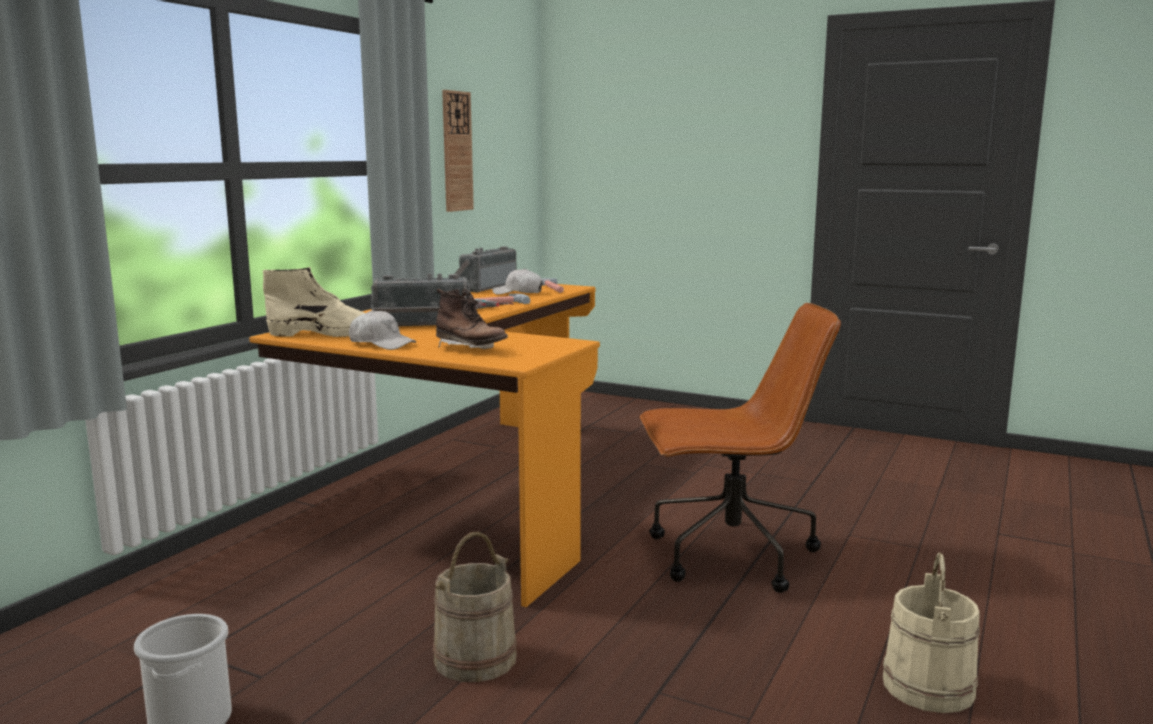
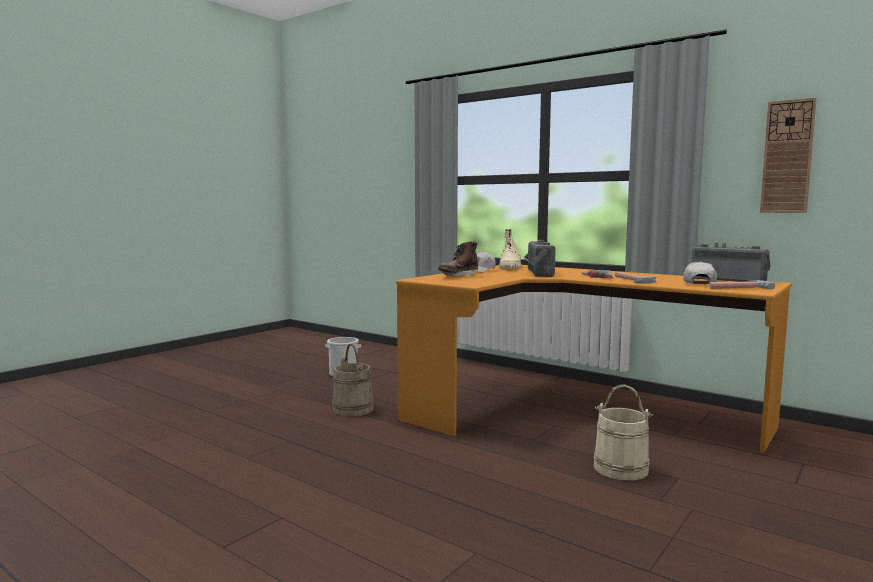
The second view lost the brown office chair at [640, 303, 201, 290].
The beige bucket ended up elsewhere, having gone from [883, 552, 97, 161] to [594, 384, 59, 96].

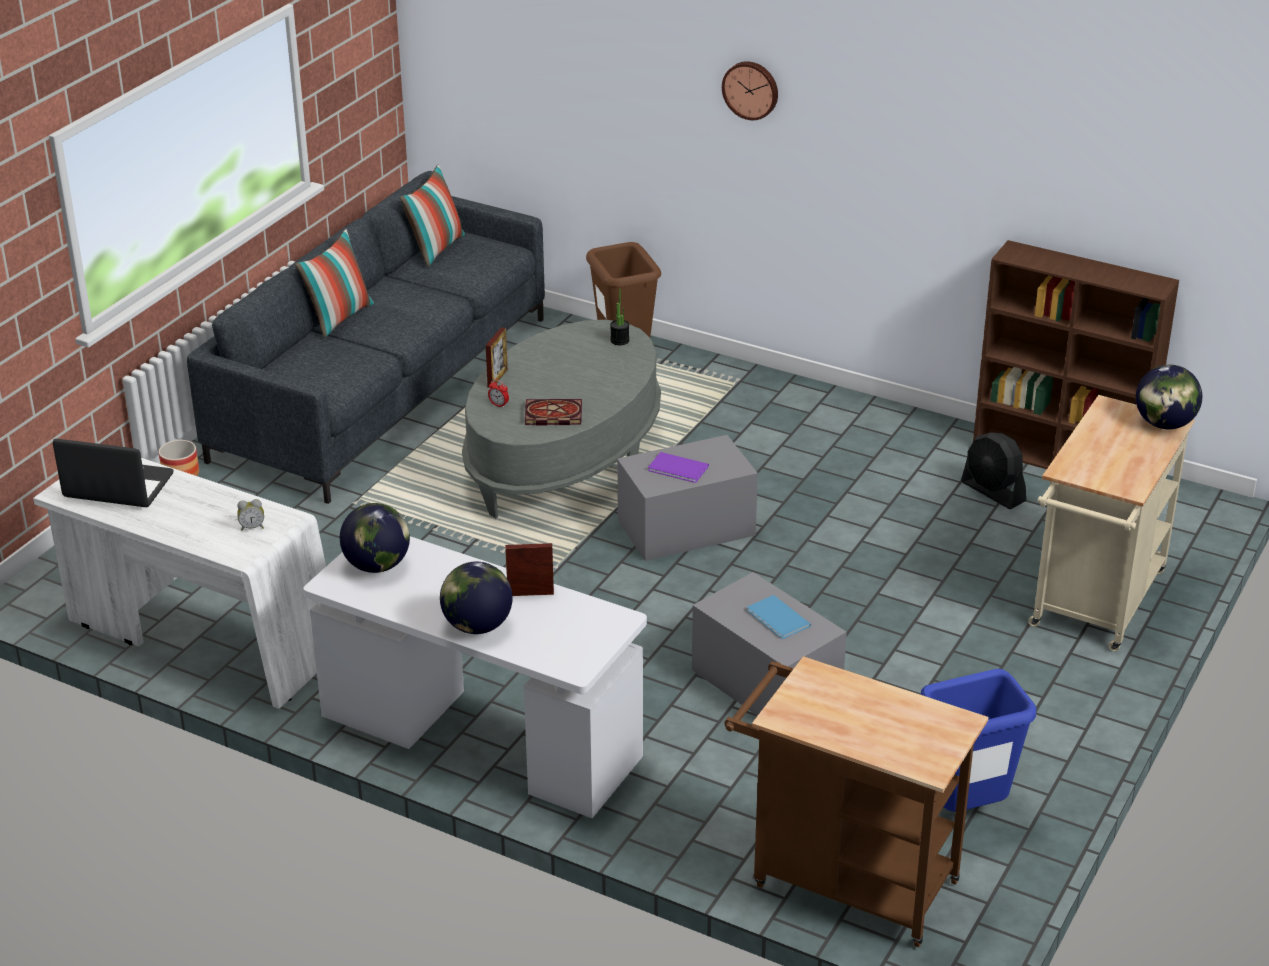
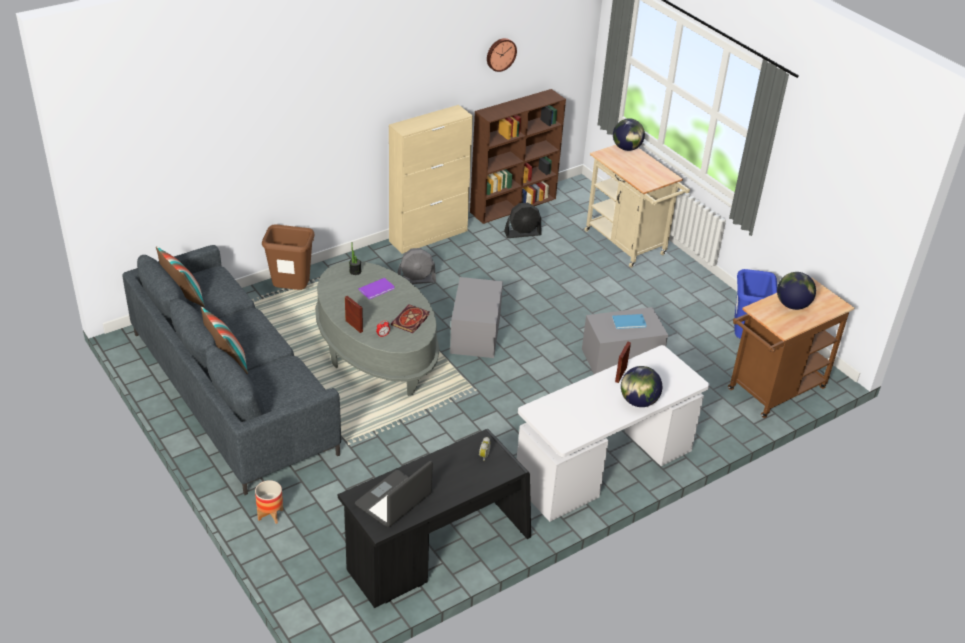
The second view gained the beige cabinet at [389, 105, 84, 149].
The second view gained the grey fan at [397, 248, 39, 36].
The globe ended up elsewhere, having gone from [340, 503, 70, 70] to [777, 272, 39, 38].
The purple book ended up elsewhere, having gone from [648, 452, 61, 31] to [359, 278, 36, 21].
The wall clock ended up elsewhere, having gone from [722, 61, 56, 59] to [487, 38, 30, 34].
What was the white desk at [33, 458, 293, 251] turned into the black desk at [338, 429, 193, 179].

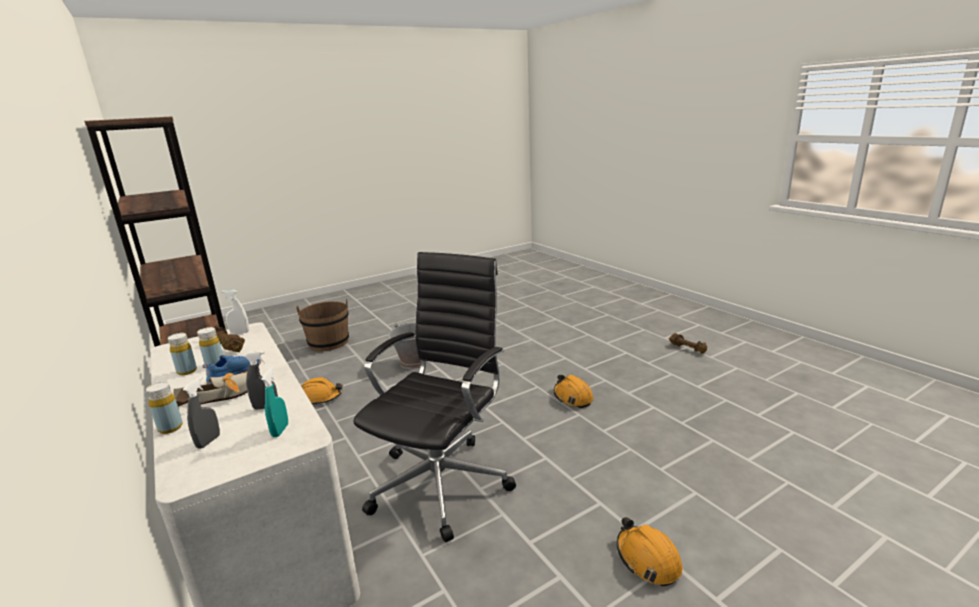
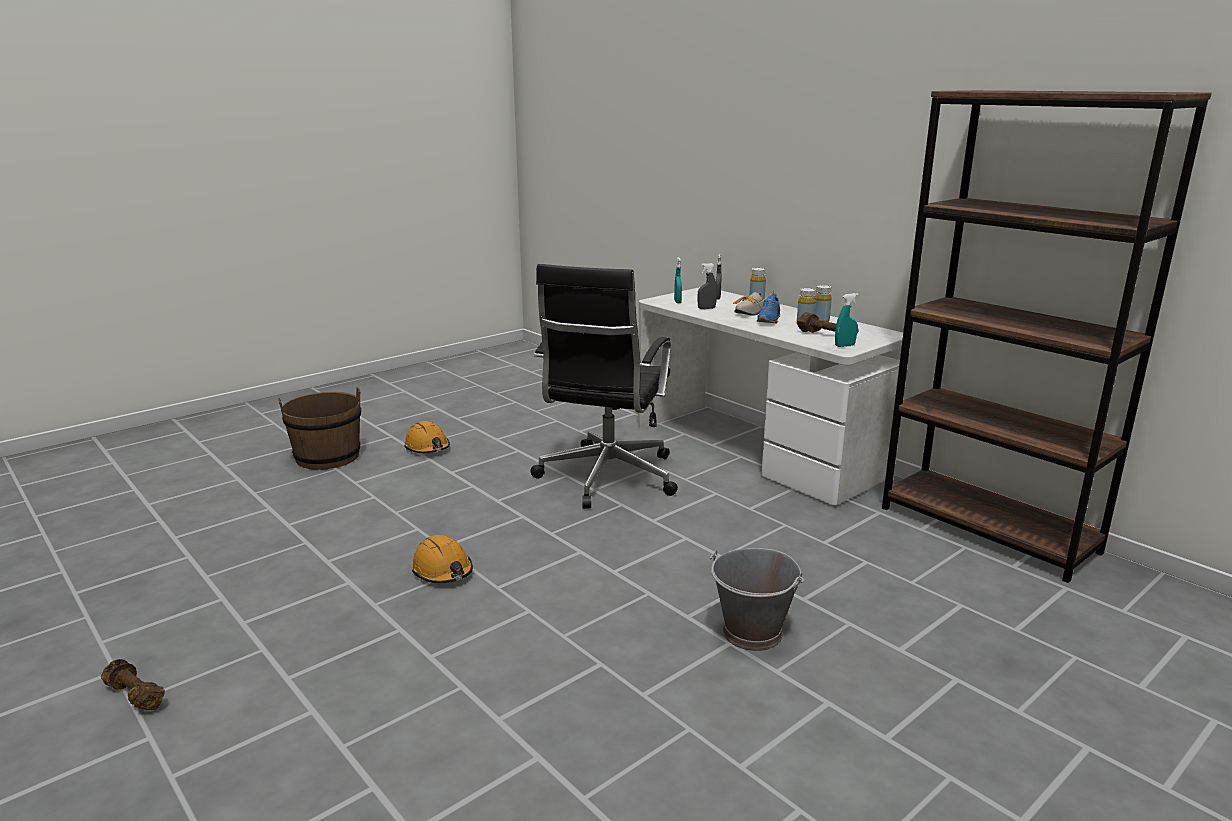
The second view lost the orange hard hat at [301, 378, 42, 27].
The brown bucket ended up elsewhere, having gone from [296, 299, 53, 52] to [278, 387, 83, 83].
What was the white spray bottle at [222, 290, 27, 44] turned into the turquoise spray bottle at [835, 293, 24, 54].

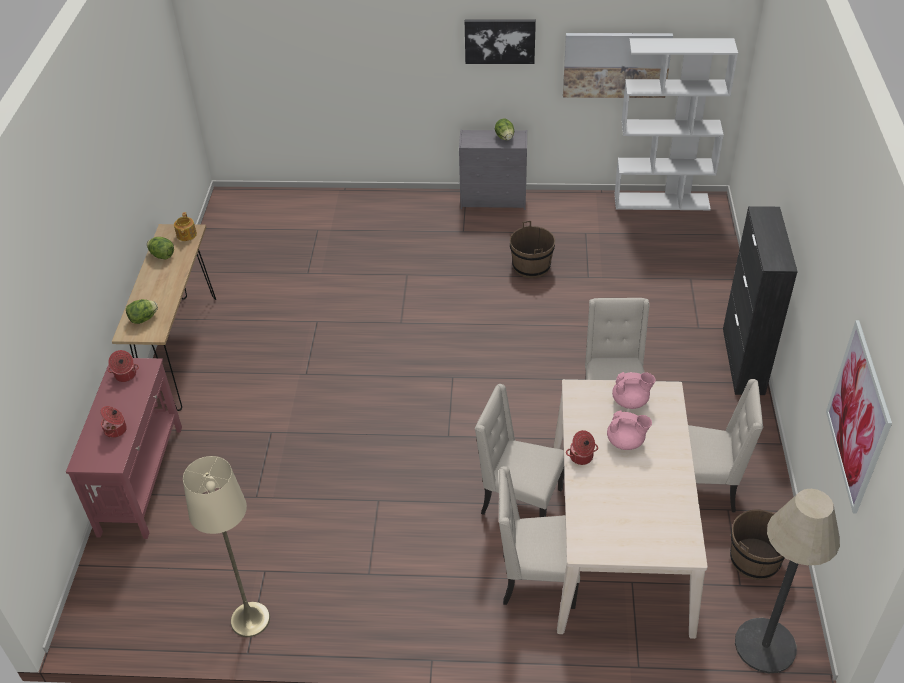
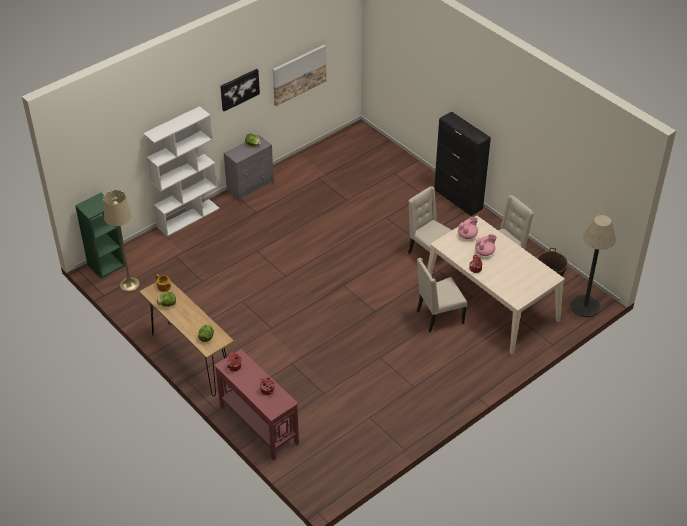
The second view lost the beige chair at [499, 466, 81, 143].
The second view lost the brown bucket at [510, 221, 45, 57].
The second view lost the picture at [826, 320, 66, 194].
The second view gained the green bookcase at [75, 193, 50, 86].
The beige floor lamp ended up elsewhere, having gone from [183, 456, 87, 181] to [103, 190, 37, 102].
The white bookcase ended up elsewhere, having gone from [614, 38, 124, 172] to [143, 106, 77, 131].

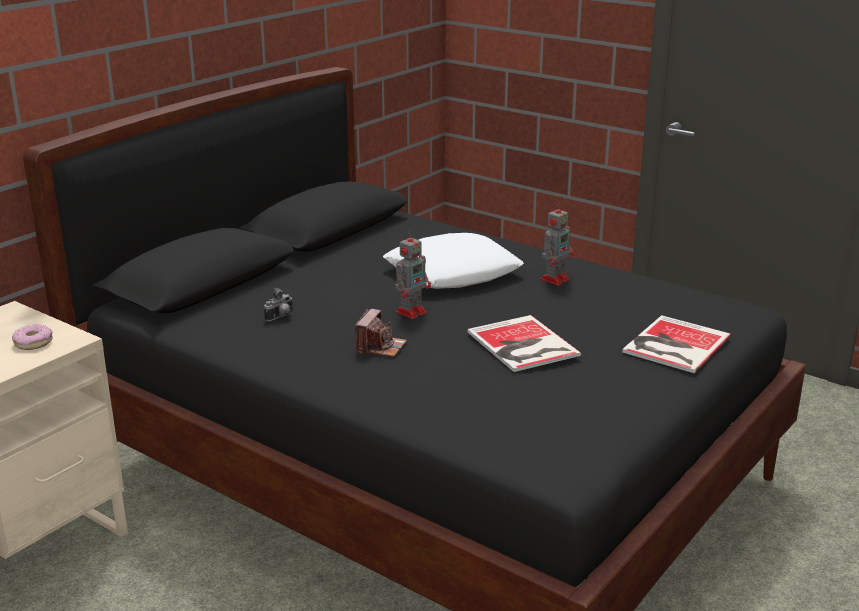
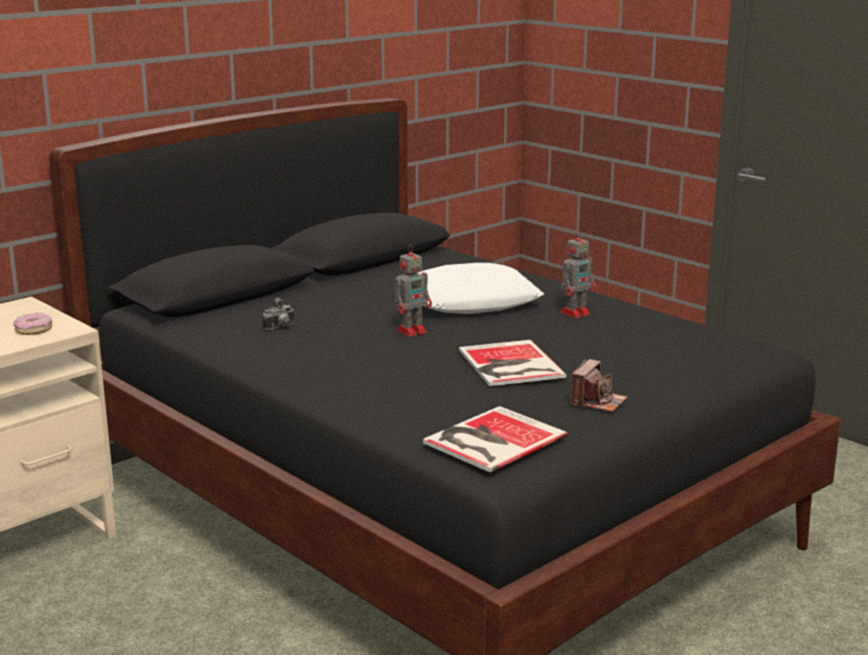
The photo camera ended up elsewhere, having gone from [355, 309, 52, 48] to [570, 359, 57, 53].
The book ended up elsewhere, having gone from [622, 315, 109, 58] to [423, 406, 145, 66].

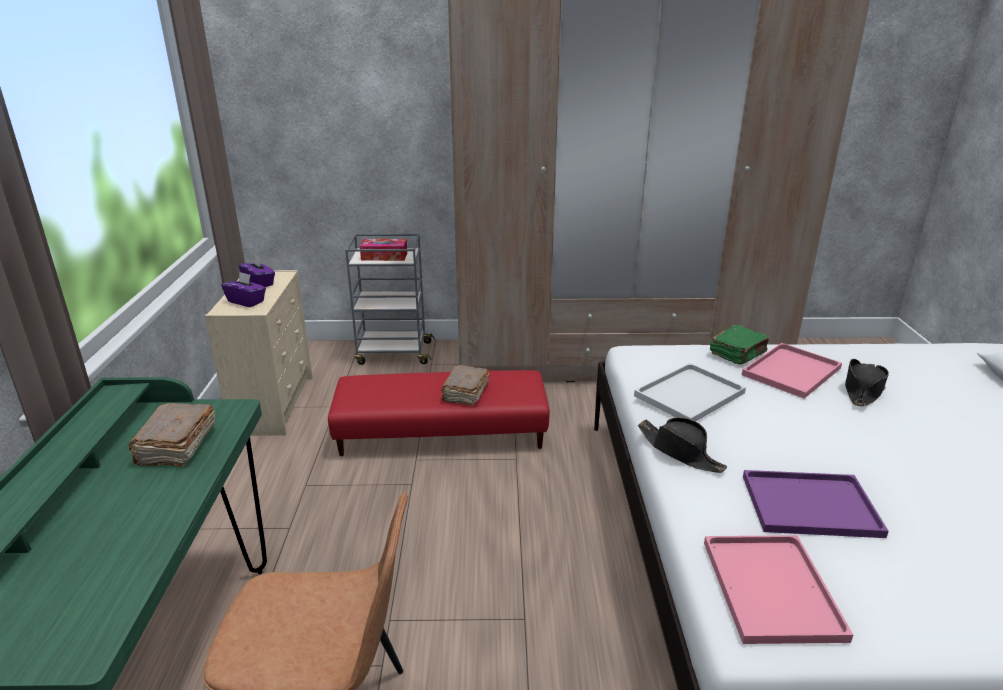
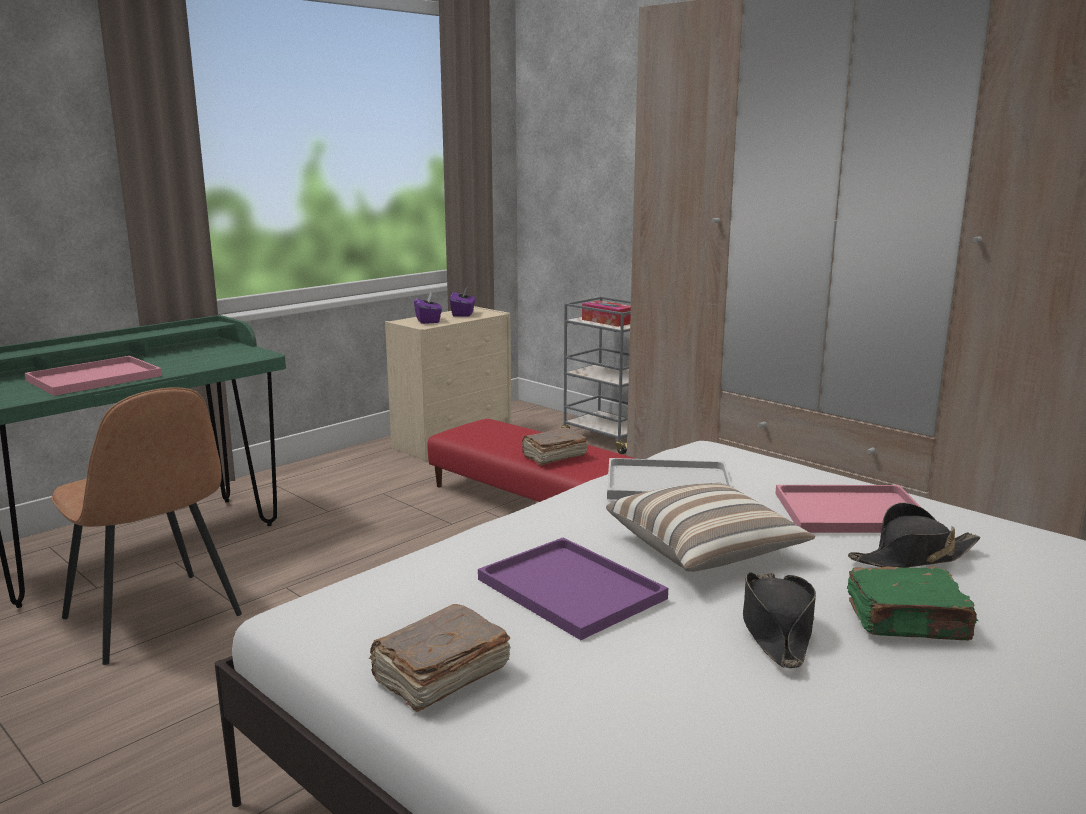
The second view gained the pillow at [606, 483, 209, 89].
The brown book ended up elsewhere, having gone from [129, 403, 86, 64] to [369, 604, 142, 108].
The black hat ended up elsewhere, having gone from [638, 417, 89, 56] to [743, 572, 73, 96].
The pink tray ended up elsewhere, having gone from [704, 535, 149, 109] to [25, 356, 137, 40].
The green book ended up elsewhere, having gone from [710, 325, 59, 39] to [847, 567, 131, 74].

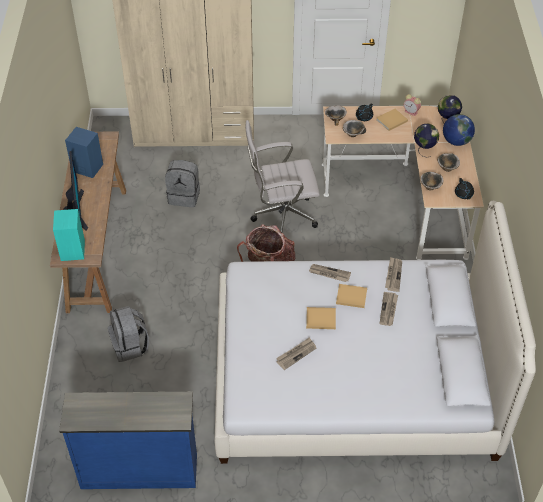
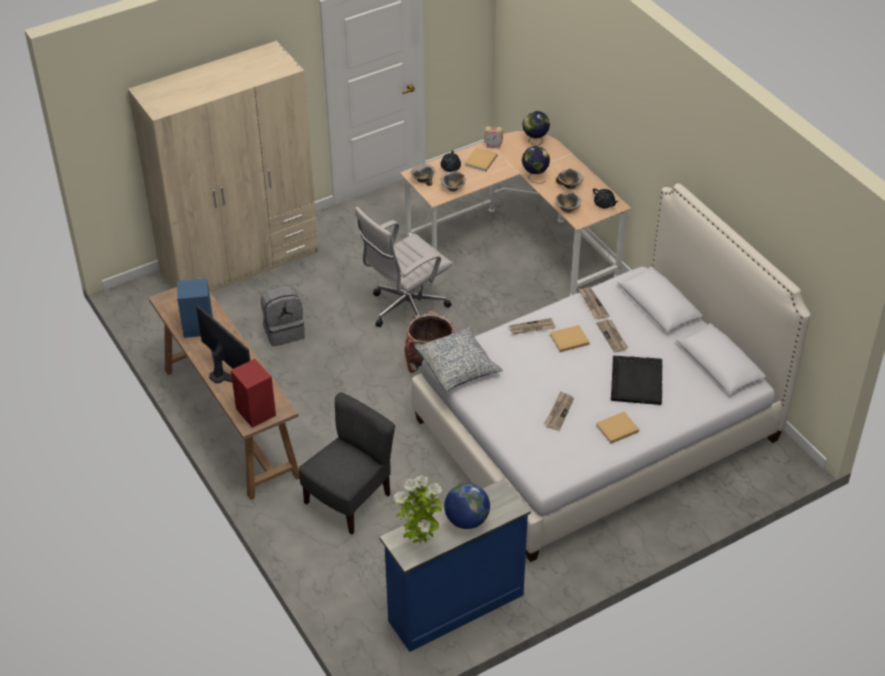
The second view gained the potted plant at [393, 475, 49, 69].
The second view gained the pillow at [414, 326, 89, 66].
The second view gained the black tray at [611, 356, 51, 49].
The beige book ended up elsewhere, having gone from [306, 307, 30, 22] to [596, 412, 43, 32].
The globe ended up elsewhere, having gone from [443, 114, 32, 32] to [444, 483, 46, 46].
Where the grey backpack stood at [108, 306, 41, 56], the grey chair came to stand at [299, 392, 96, 142].
What was the turquoise speaker at [53, 209, 32, 52] turned into the red speaker at [231, 359, 45, 69].

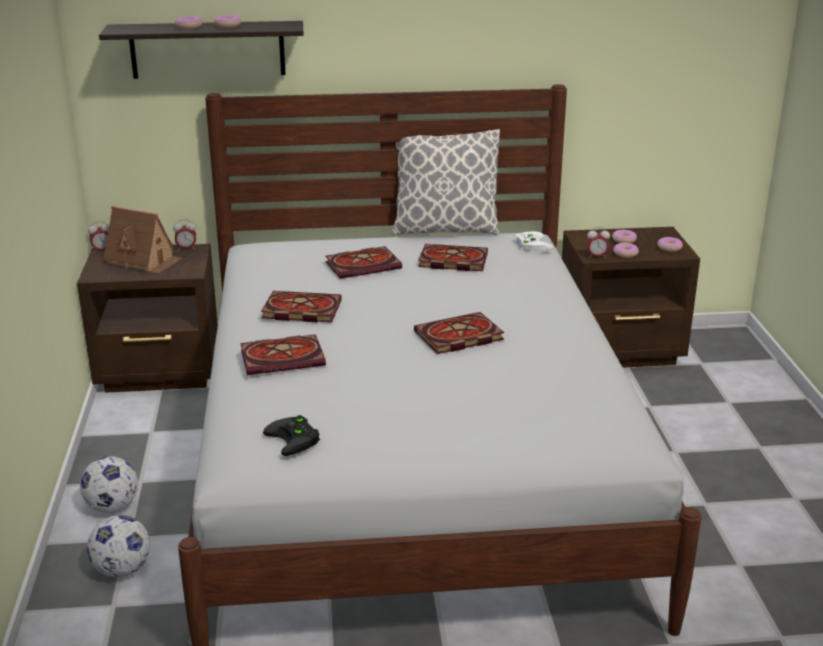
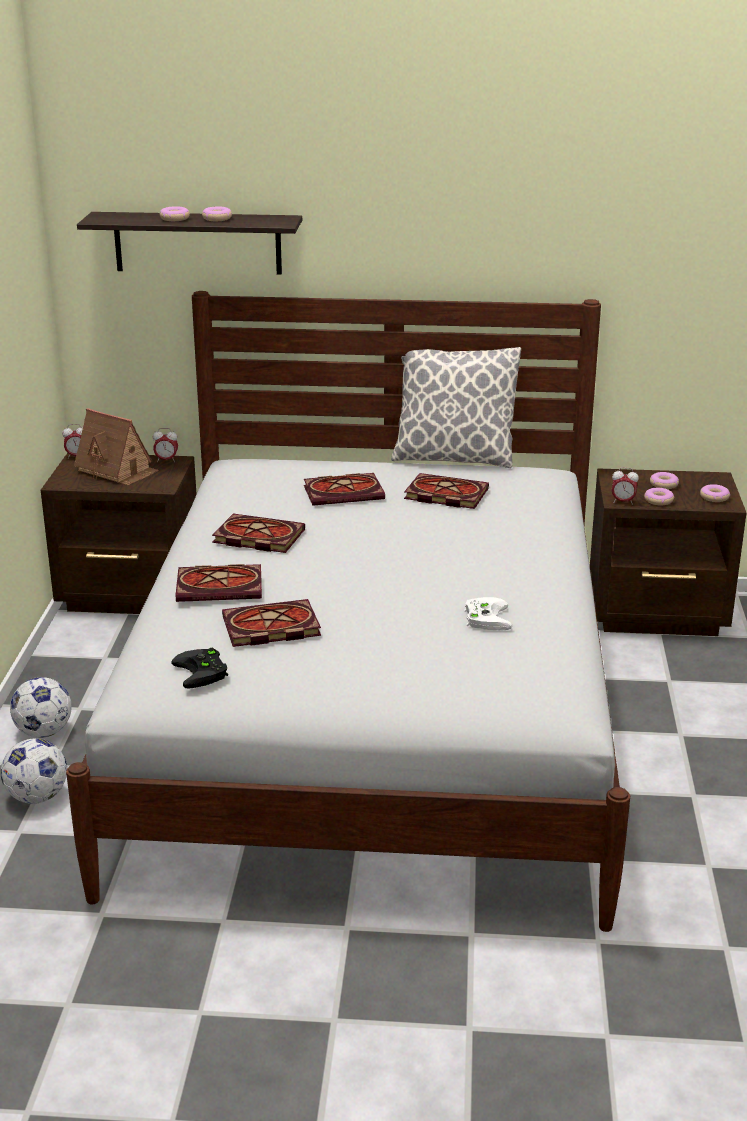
The book ended up elsewhere, having gone from [414, 312, 90, 42] to [222, 599, 99, 48].
The white game controller ended up elsewhere, having gone from [515, 231, 38, 20] to [465, 597, 47, 33].

